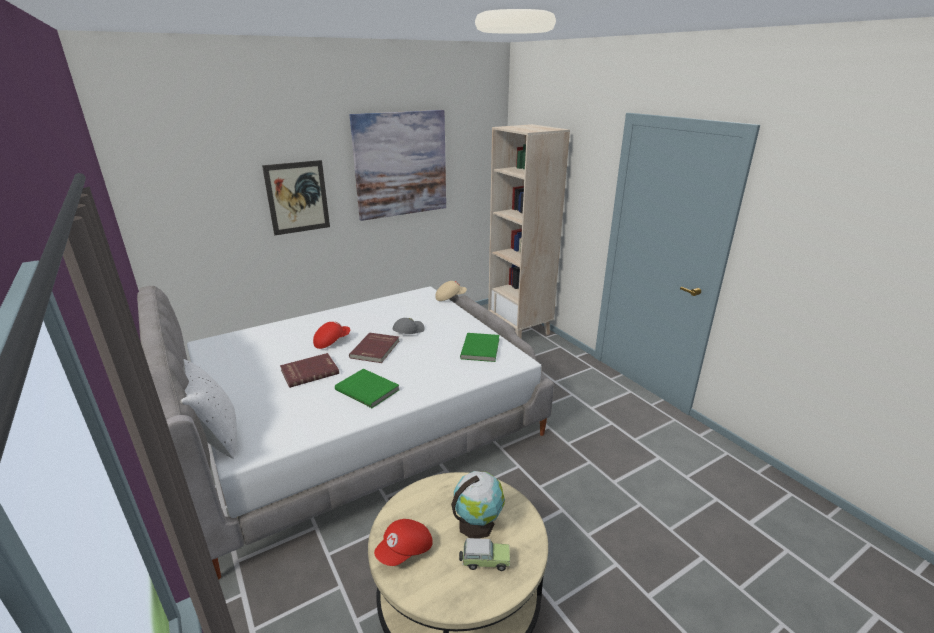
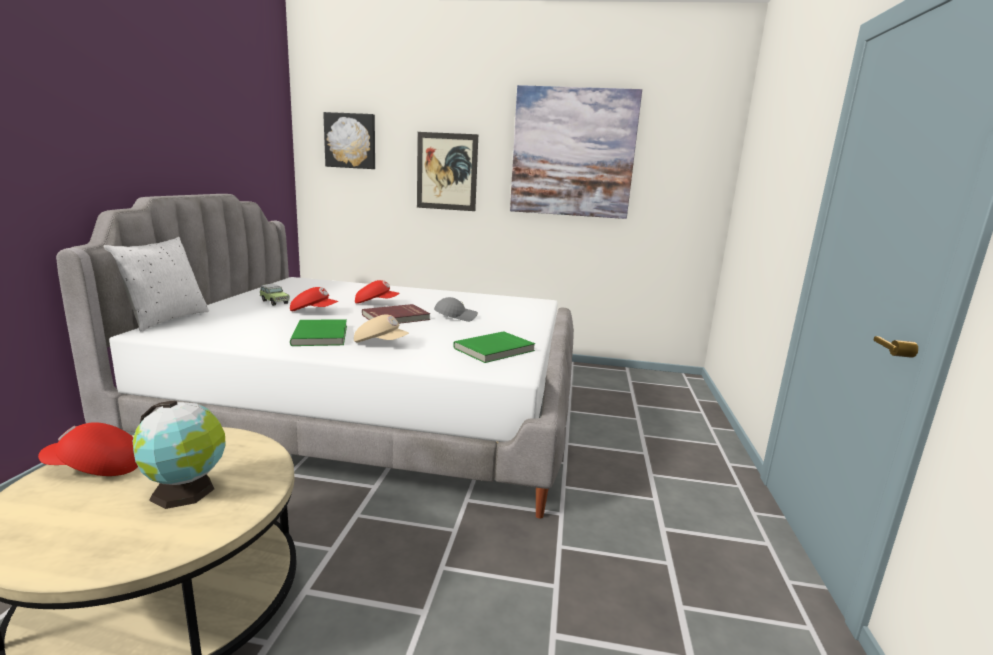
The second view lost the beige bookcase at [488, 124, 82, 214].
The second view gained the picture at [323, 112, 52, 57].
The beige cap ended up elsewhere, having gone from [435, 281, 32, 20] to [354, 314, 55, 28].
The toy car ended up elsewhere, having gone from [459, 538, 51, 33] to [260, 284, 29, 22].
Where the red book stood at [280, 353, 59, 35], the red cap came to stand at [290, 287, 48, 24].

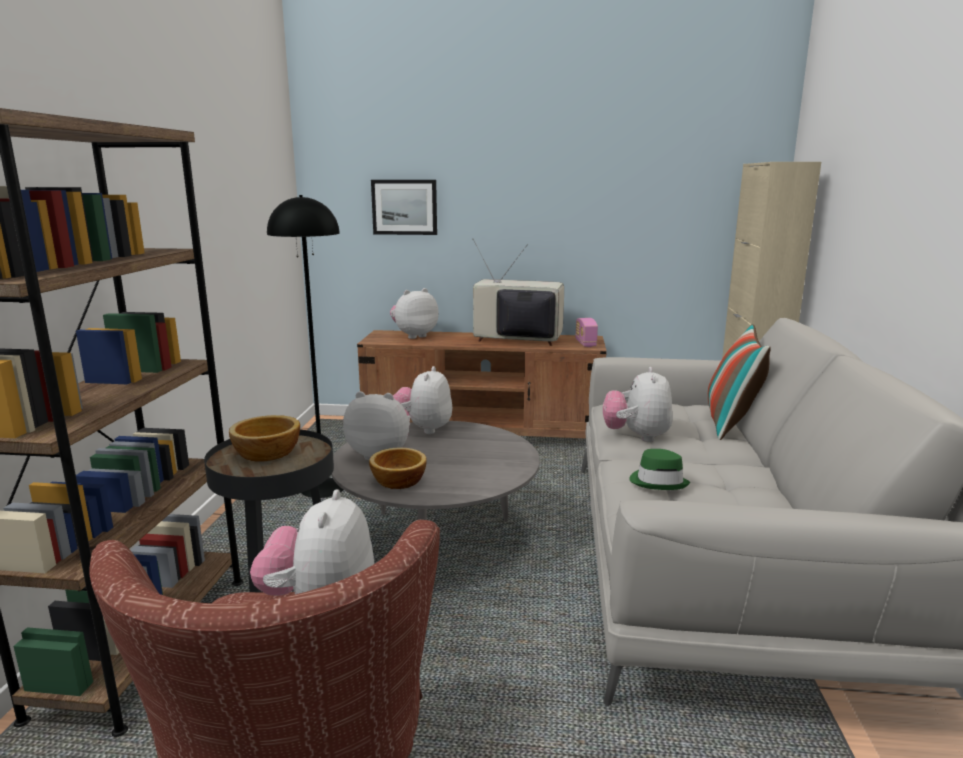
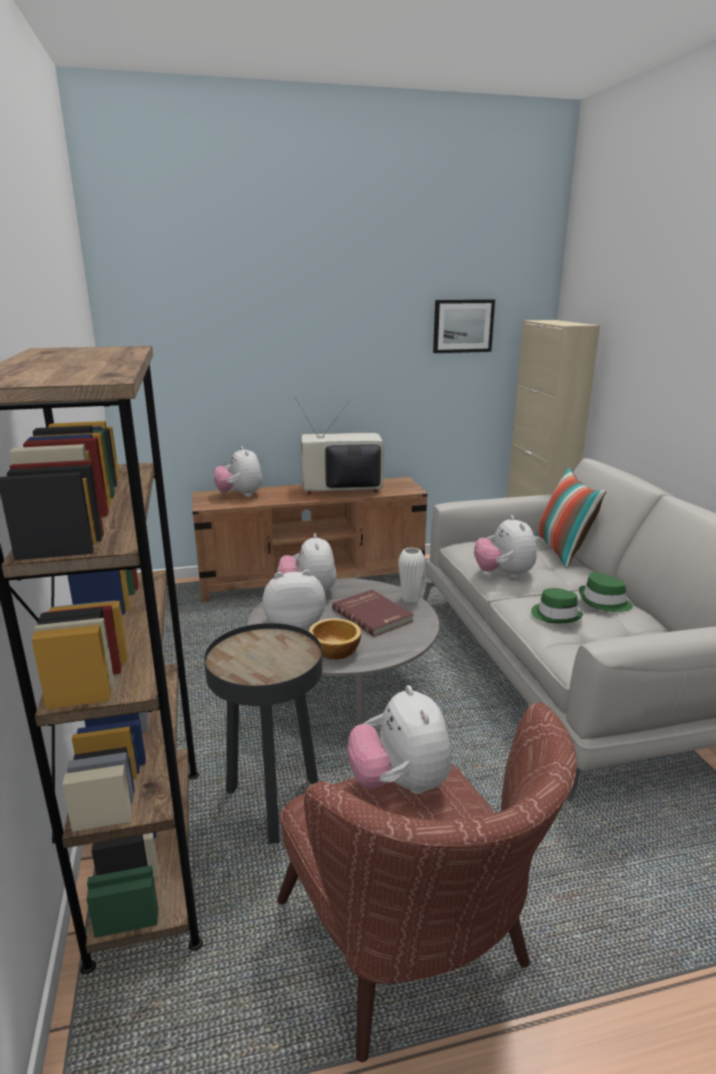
The second view lost the bowl at [229, 415, 71, 47].
The second view lost the black floor lamp at [267, 195, 76, 303].
The second view lost the radio at [575, 318, 23, 29].
The second view gained the red book at [332, 590, 82, 47].
The second view gained the white vase at [398, 547, 27, 56].
The second view gained the green hat at [579, 572, 54, 40].
The picture ended up elsewhere, having gone from [371, 180, 66, 55] to [433, 299, 62, 54].
The plush toy at [390, 288, 49, 51] ended up facing another way, 60 degrees counterclockwise from before.

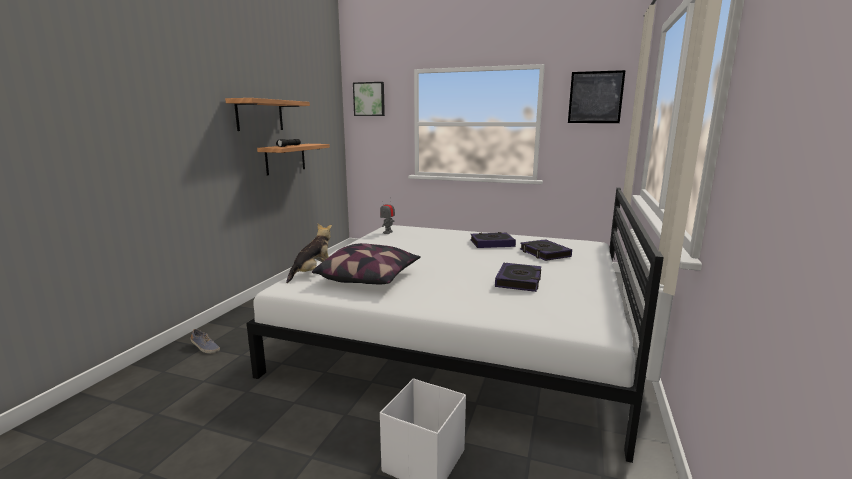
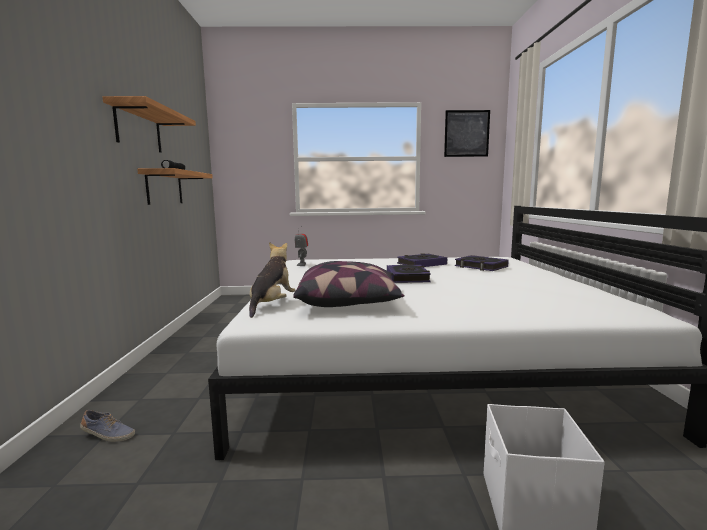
The second view lost the picture at [353, 82, 32, 34].
The book ended up elsewhere, having gone from [495, 263, 46, 29] to [387, 265, 44, 18].

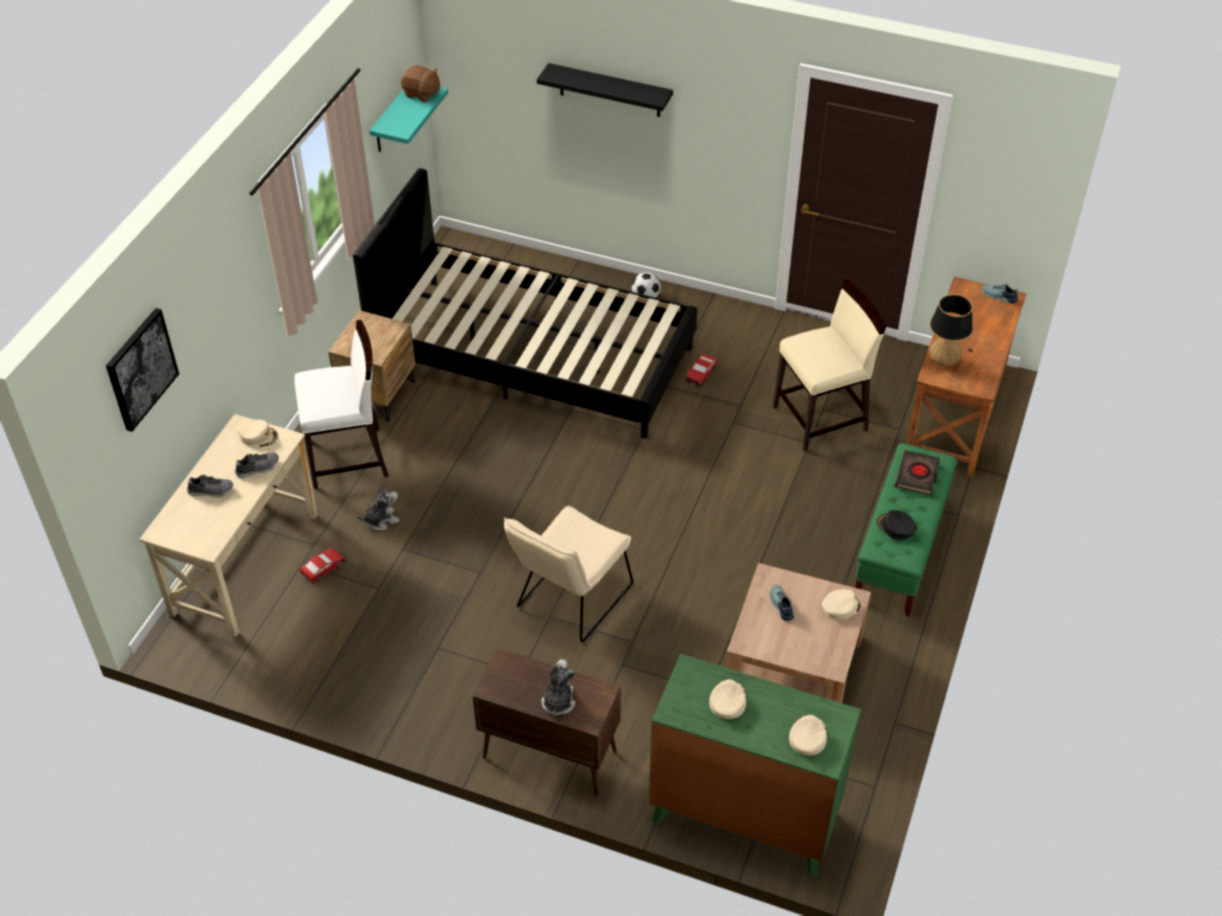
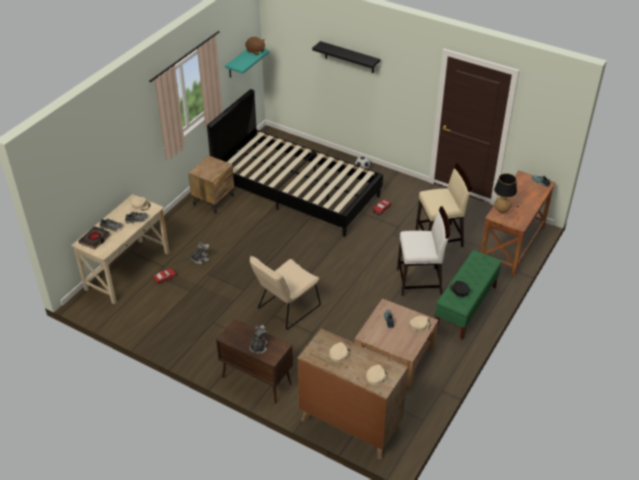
The second view lost the picture at [106, 308, 73, 124].
The white chair ended up elsewhere, having gone from [295, 320, 94, 169] to [397, 206, 53, 90].
The black book ended up elsewhere, having gone from [895, 450, 45, 45] to [78, 226, 32, 23].
What was the green dresser at [649, 654, 212, 223] turned into the brown dresser at [298, 329, 110, 130].

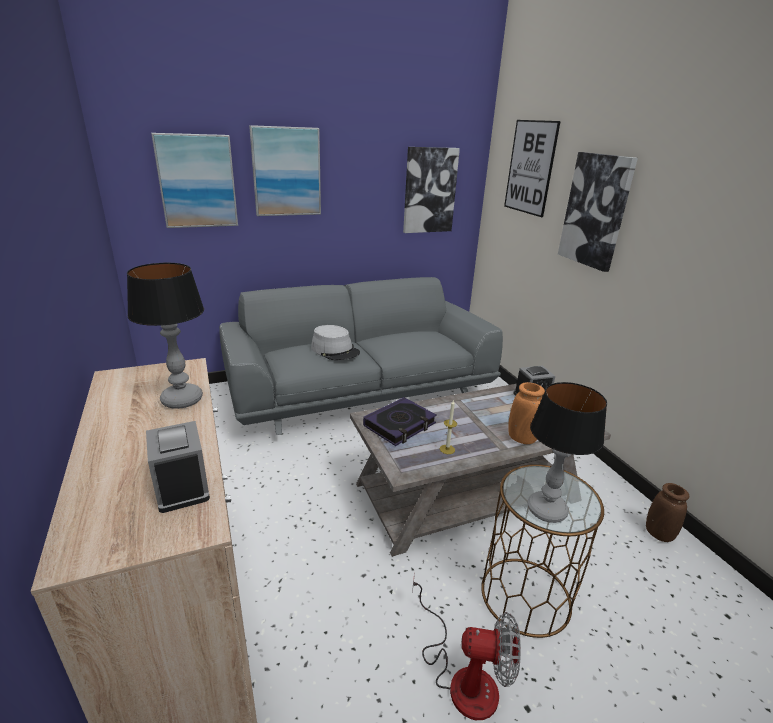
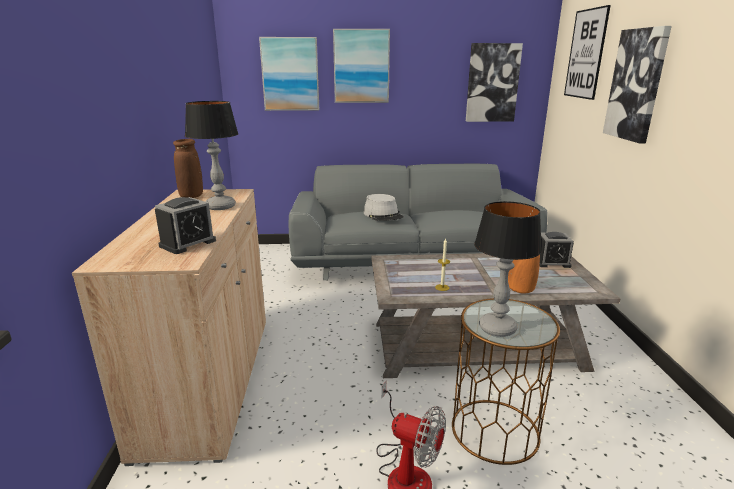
The second view lost the book at [363, 397, 74, 49].
The brown vase ended up elsewhere, having gone from [646, 483, 43, 59] to [173, 139, 30, 59].
The alarm clock at [146, 421, 64, 92] ended up facing another way, 45 degrees clockwise from before.

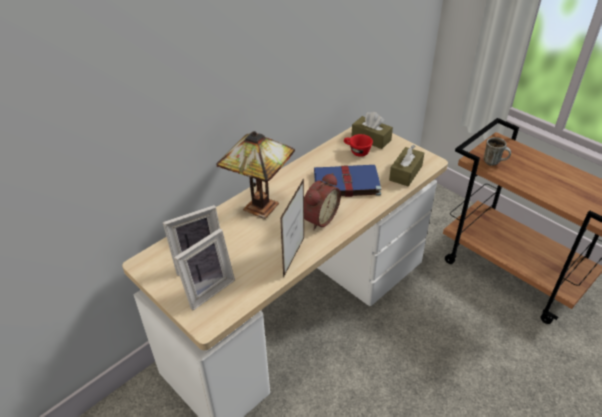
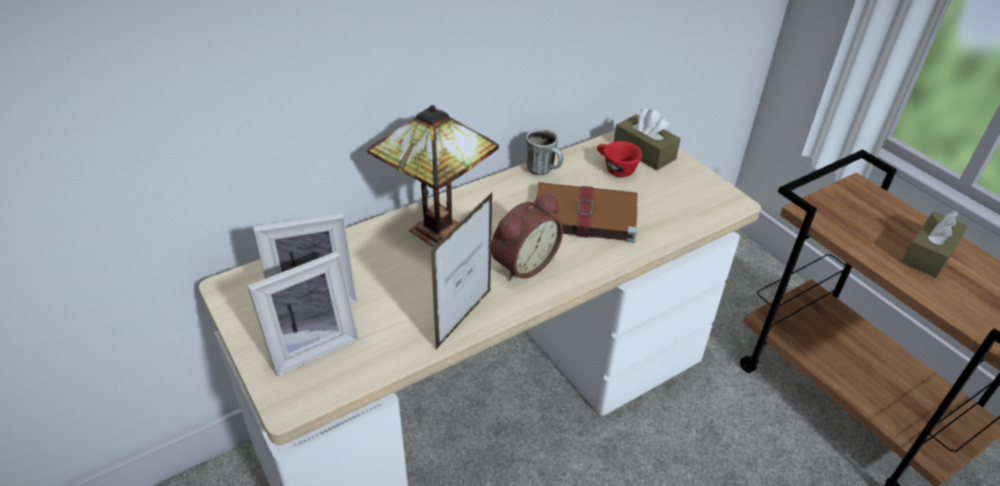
The brown tissue box ended up elsewhere, having gone from [389, 145, 35, 42] to [901, 210, 67, 68].
The mug ended up elsewhere, having gone from [483, 137, 28, 29] to [526, 129, 38, 46].
What was the blue book at [314, 165, 68, 32] turned into the brown book at [536, 182, 101, 61].

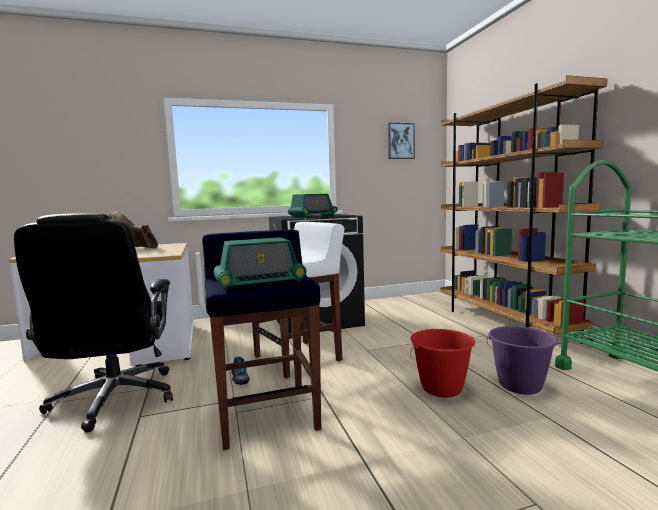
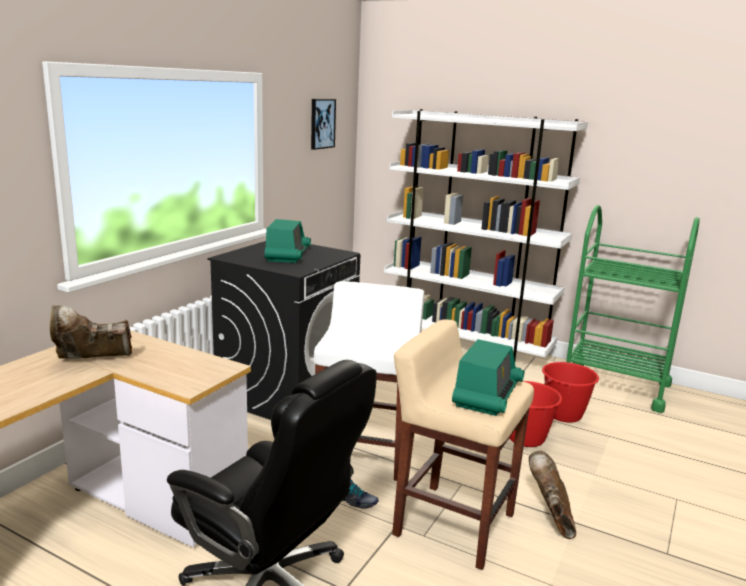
The second view gained the brown boot at [529, 451, 47, 88].
What was the blue stool at [202, 230, 119, 220] turned into the beige stool at [392, 320, 142, 250].
What was the brown bookcase at [441, 75, 166, 269] turned into the white bookcase at [384, 109, 204, 251].
What was the purple bucket at [487, 326, 71, 69] turned into the red bucket at [542, 362, 57, 61].

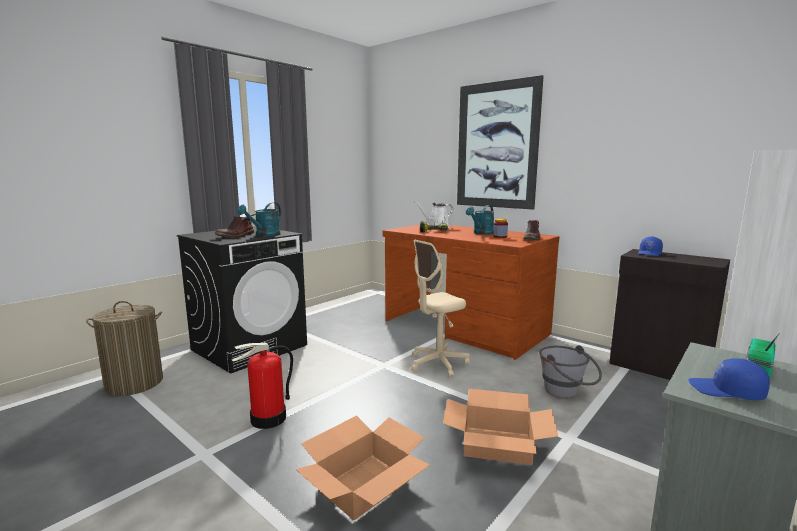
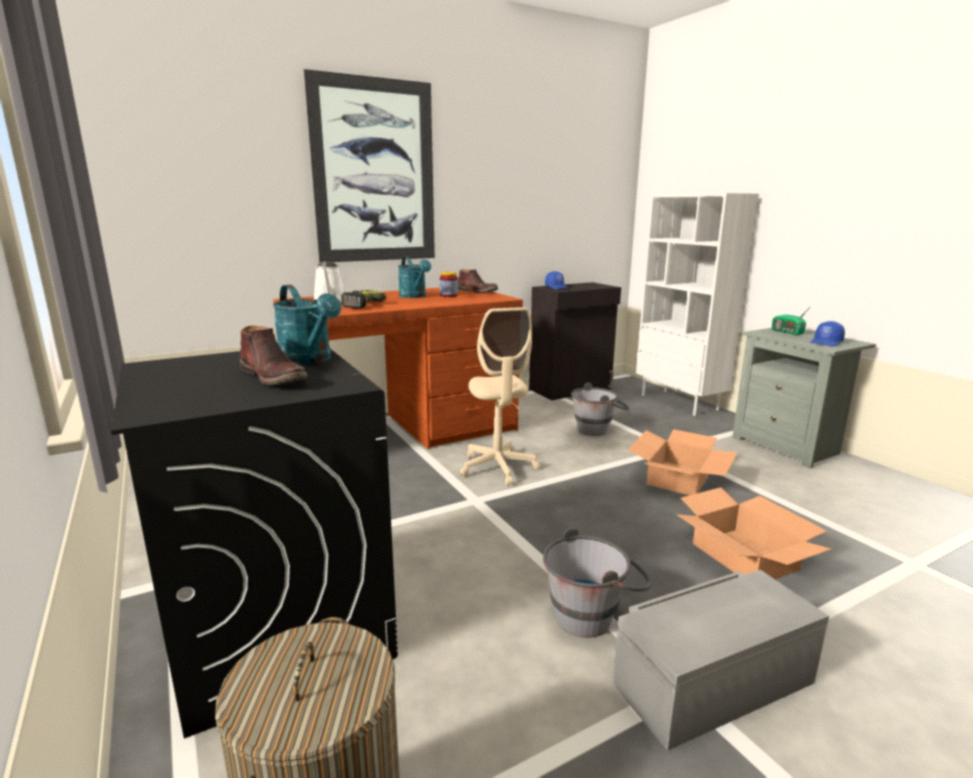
The second view gained the grey storage box at [613, 570, 216, 181].
Where the fire extinguisher stood at [232, 342, 61, 87], the grey bucket came to stand at [543, 528, 109, 110].

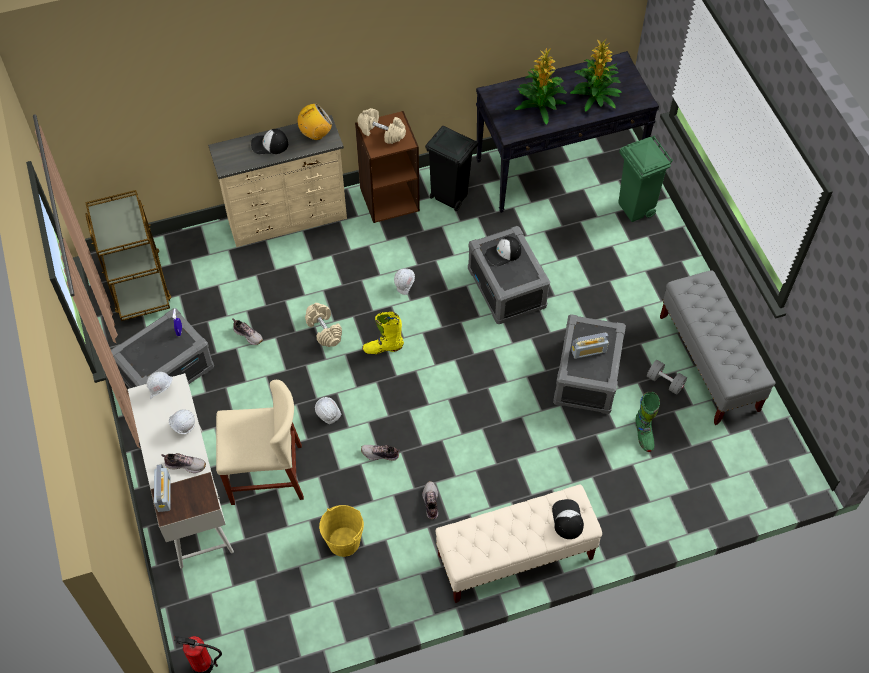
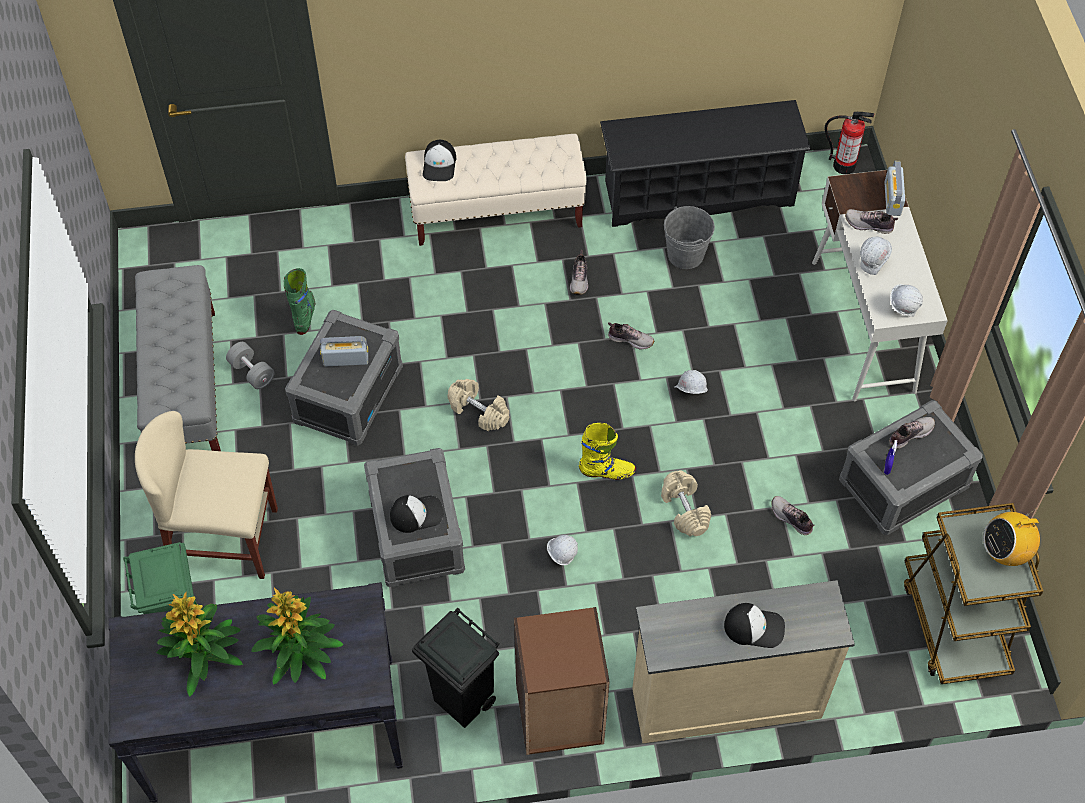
The second view gained the black shoe rack at [600, 100, 211, 127].
The second view gained the shoe at [889, 417, 46, 32].
The beige chair ended up elsewhere, having gone from [216, 380, 88, 125] to [135, 411, 143, 168].
The radio ended up elsewhere, having gone from [298, 103, 35, 37] to [983, 510, 57, 56].
The beige dumbbell ended up elsewhere, having gone from [357, 108, 49, 36] to [447, 379, 62, 52].
What was the yellow bucket at [319, 505, 45, 52] turned into the grey bucket at [664, 206, 51, 63].

